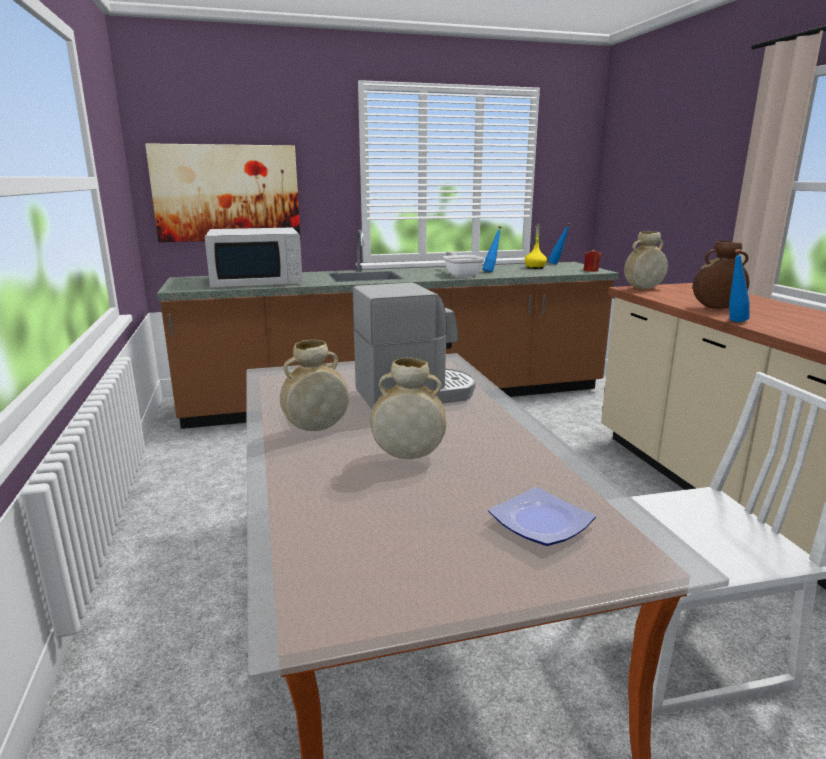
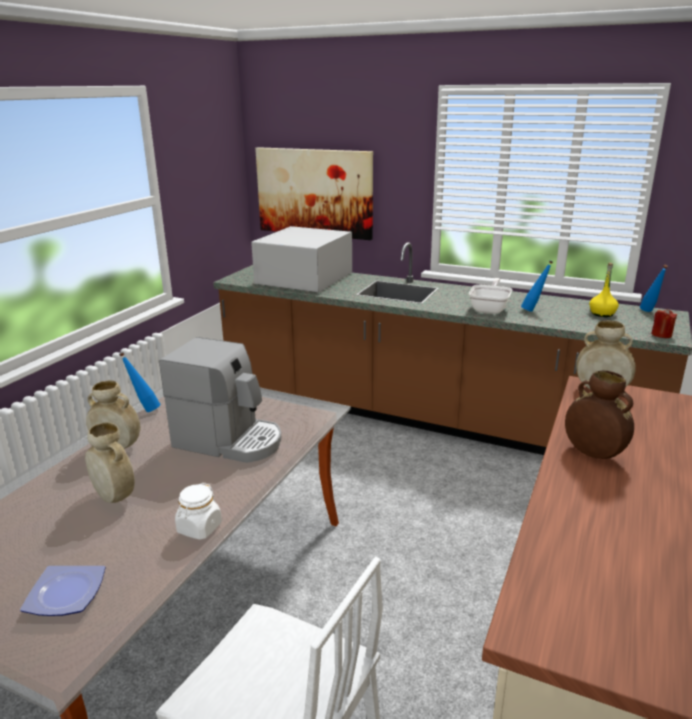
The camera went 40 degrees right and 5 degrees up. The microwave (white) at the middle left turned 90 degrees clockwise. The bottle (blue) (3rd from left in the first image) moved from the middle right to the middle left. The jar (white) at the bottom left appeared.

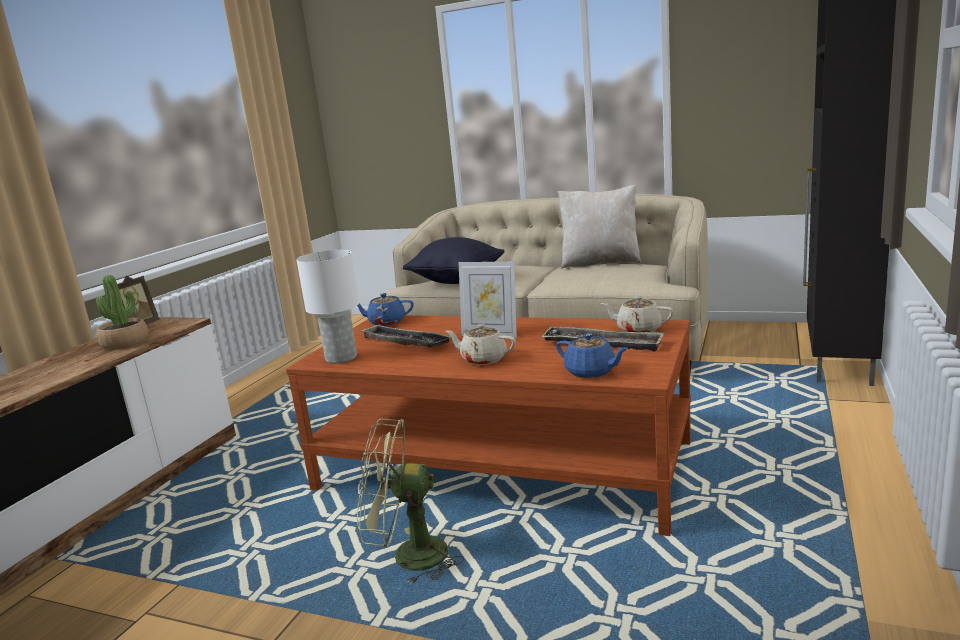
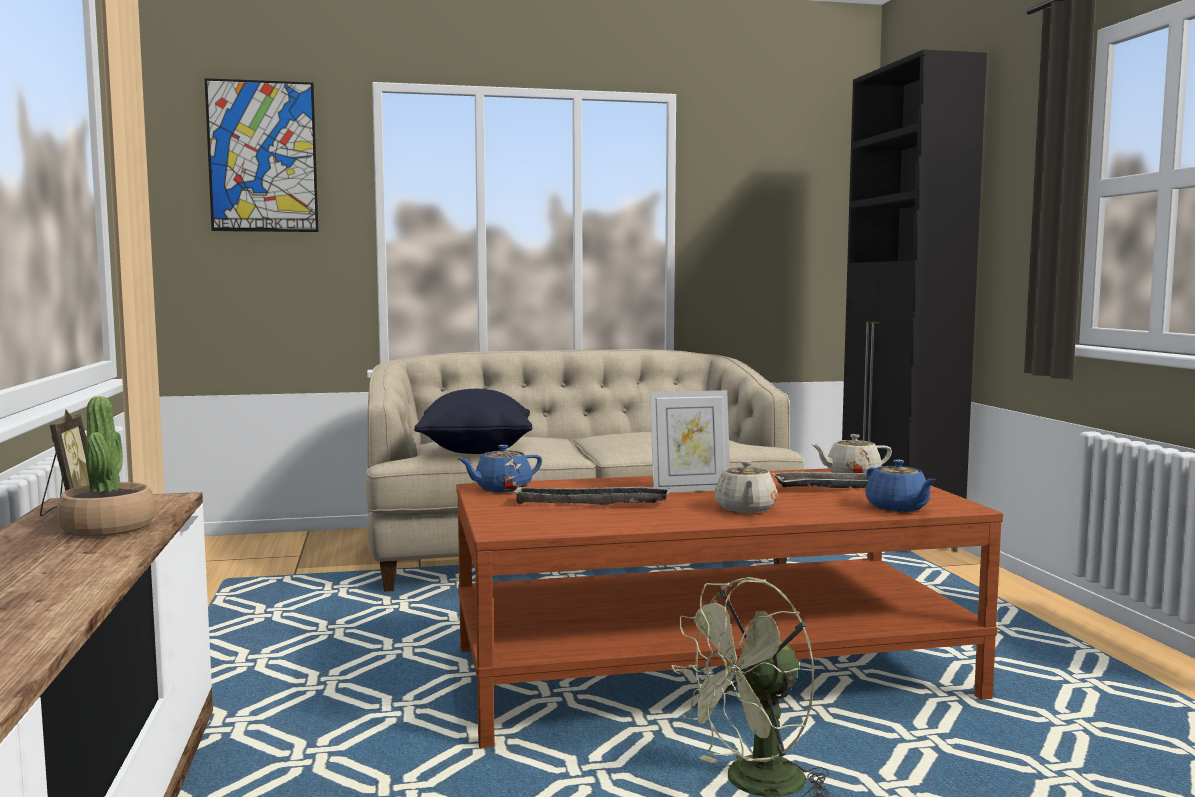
The camera went 35 degrees left and 10 degrees down. The pillow (beige) at the centre disappeared. The table lamp (white) at the centre disappeared. The teapot (beige) (1st from left) at the centre turned 75 degrees counterclockwise. The teapot (blue) (2nd from left) at the centre turned 60 degrees clockwise. The picture at the top left appeared.

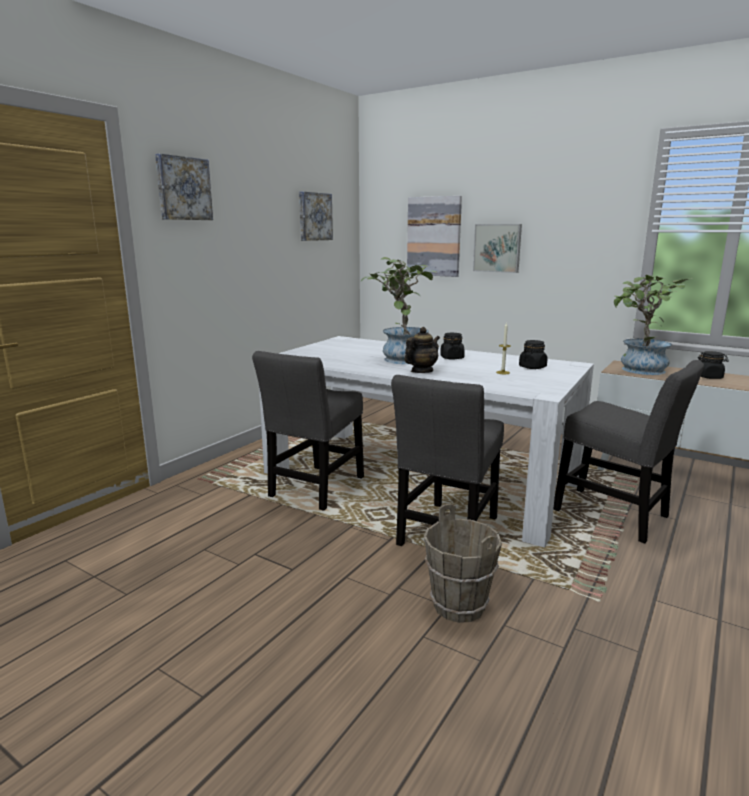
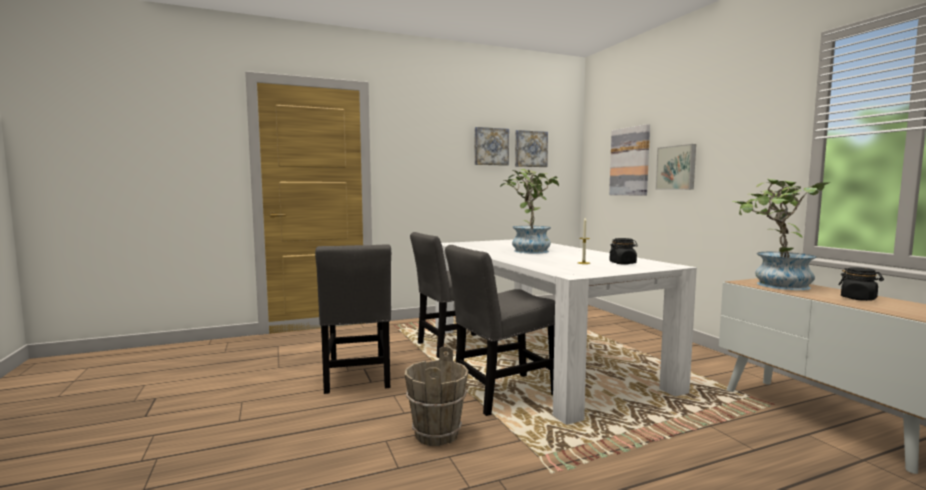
The camera went 35 degrees right and 10 degrees down. The picture (1st from left) moved from the top left to the top centre. The teapot at the centre disappeared. The jar (black) (1st from left) at the centre disappeared. The chair (grey) (3rd from left in the first image) moved from the middle right to the centre.

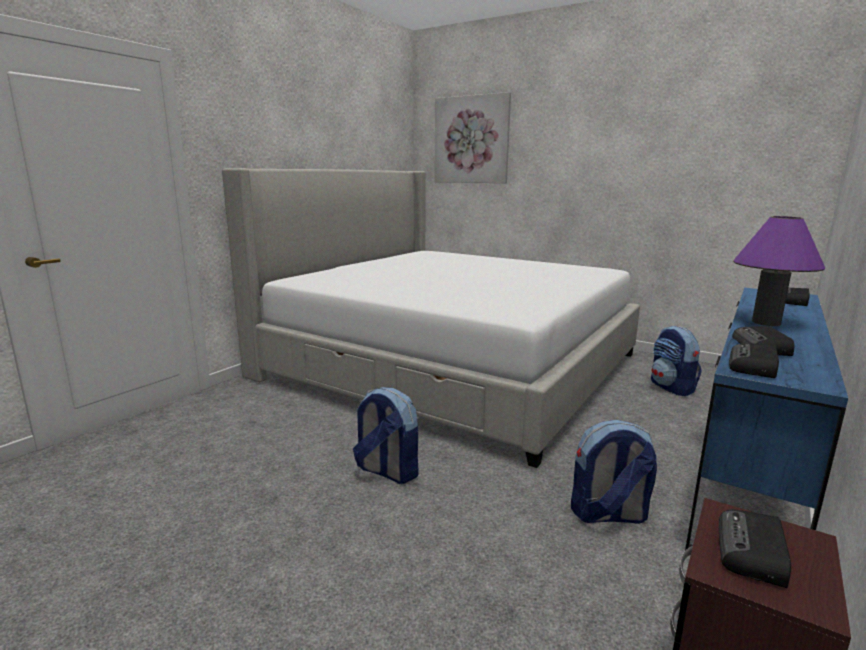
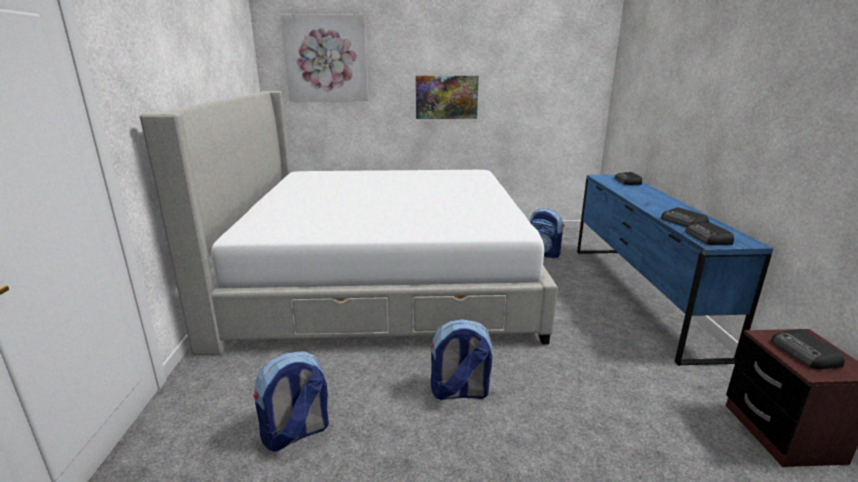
The camera went 35 degrees left and 5 degrees up. The table lamp (purple) at the middle right disappeared. The backpack (2nd from left in the first image) moved from the bottom right to the bottom centre. The picture (2nd from left) at the top centre appeared.

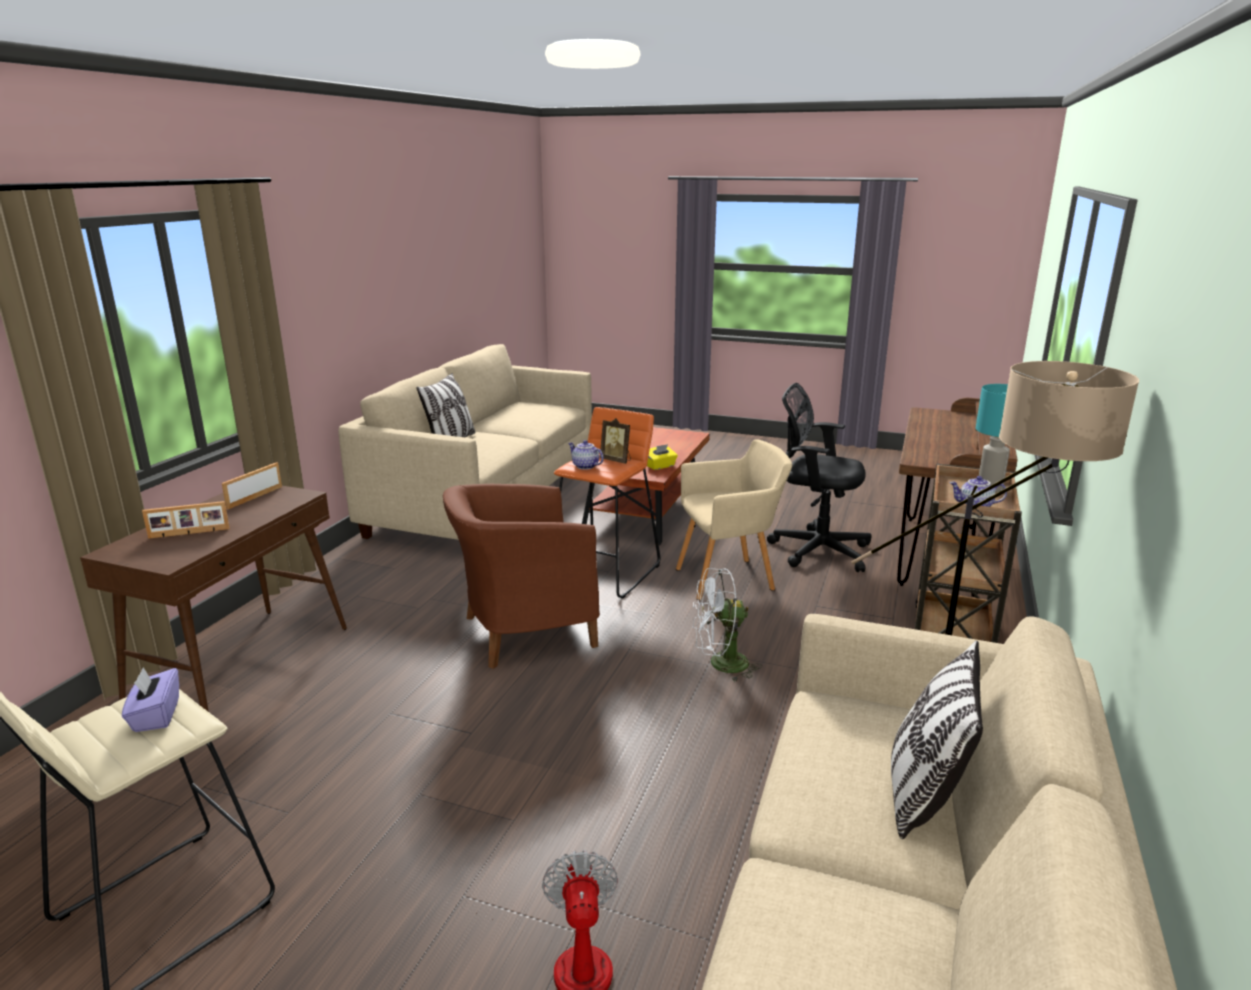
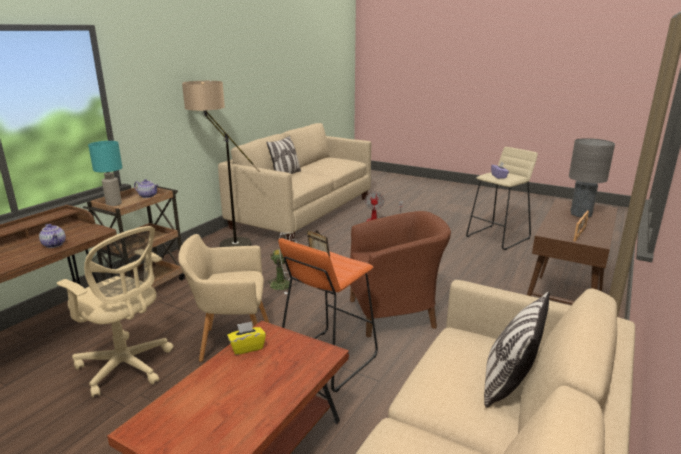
The camera went 170 degrees left and 0 degrees up. The office chair (black) at the centre became the office chair (beige) at the bottom left. The teapot (1st from left) moved from the centre to the middle left. The picture frame (1st from left) at the middle left was replaced by the table lamp (grey) at the middle right.

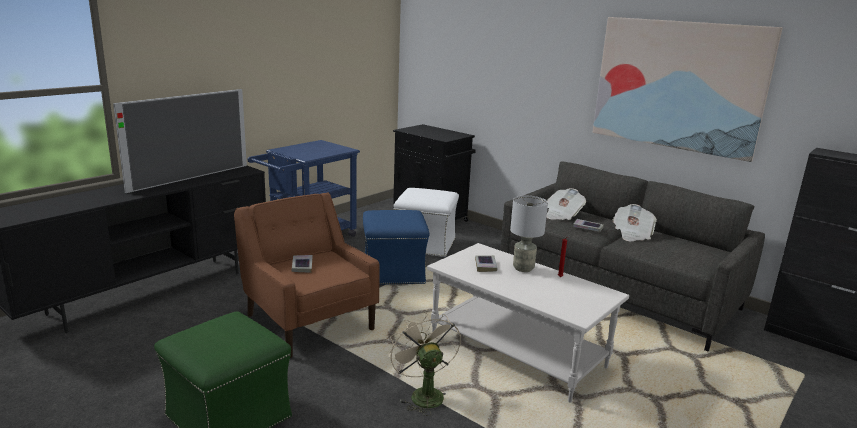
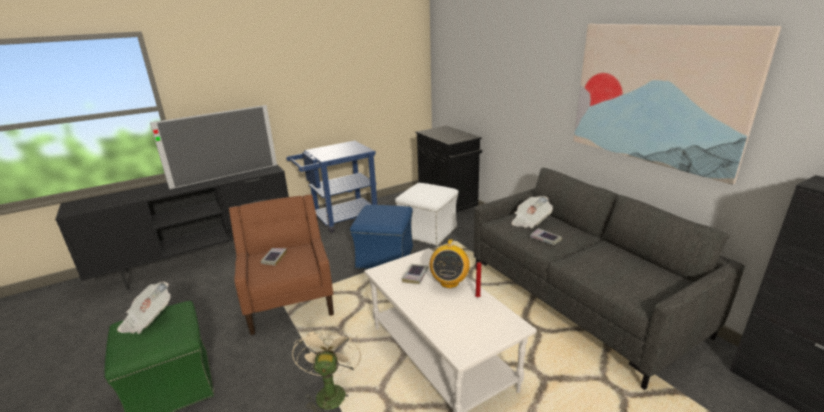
The camera went 20 degrees right and 5 degrees up. The table lamp (grey) at the centre was replaced by the radio at the centre. The newspaper (2nd from left in the first image) moved from the middle right to the bottom left.

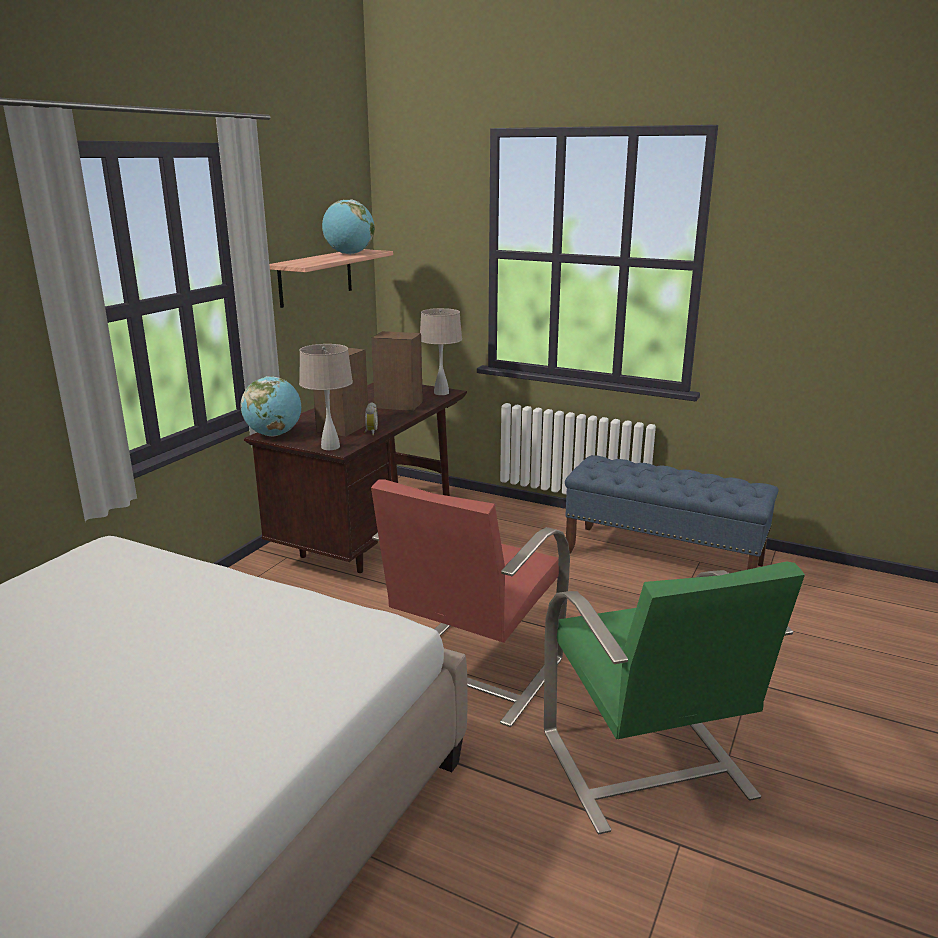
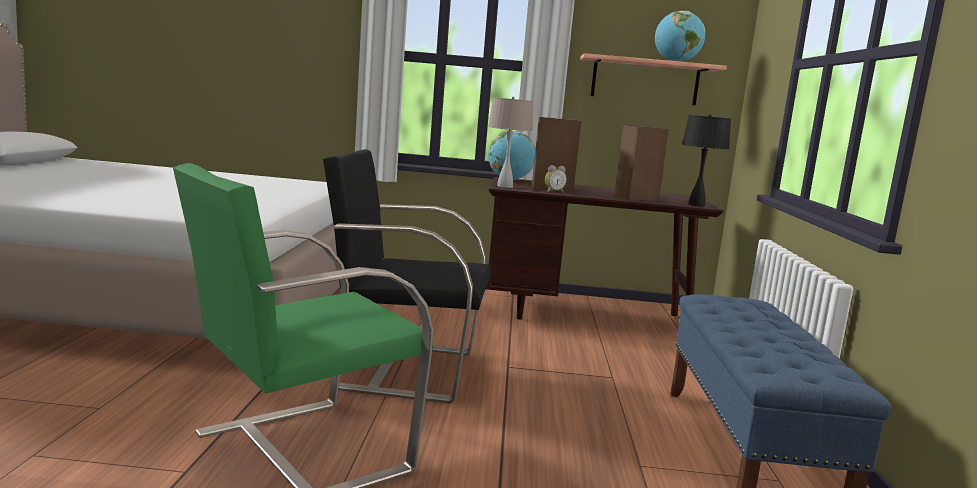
The camera went 65 degrees right and 10 degrees down. The table lamp (beige) (2nd from left) at the centre became the table lamp (black) at the top right. The armchair (red) at the centre became the armchair (black) at the centre.

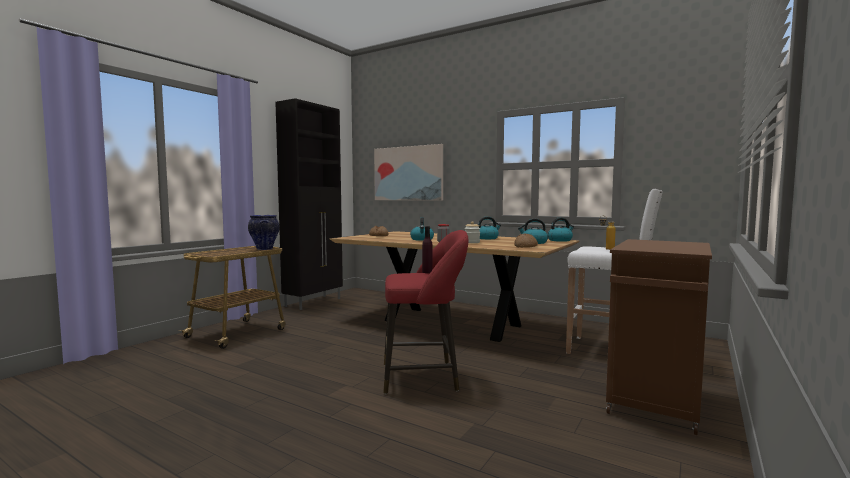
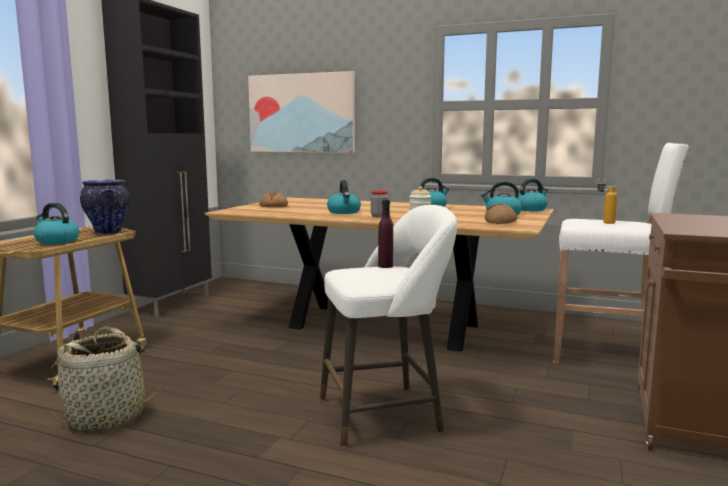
The camera went 10 degrees left and 5 degrees up. The stool (red) at the centre became the stool (white) (1st from left) at the bottom centre. The kettle (1st from left) at the middle left appeared. The basket at the bottom left appeared.

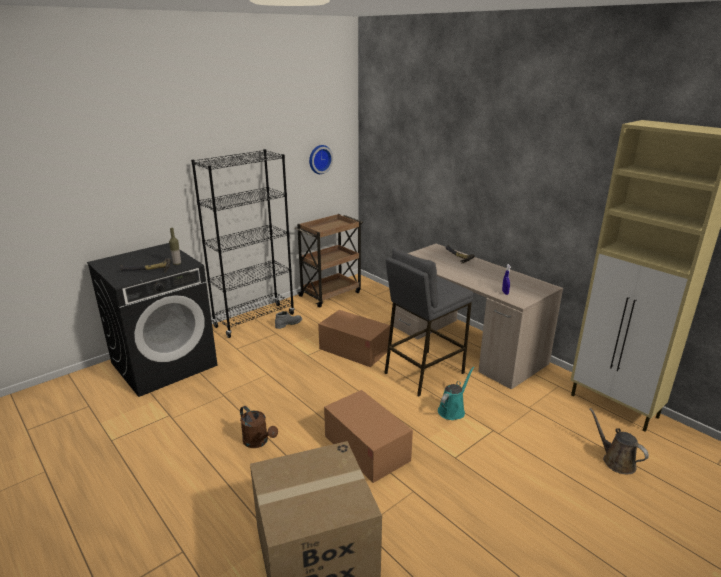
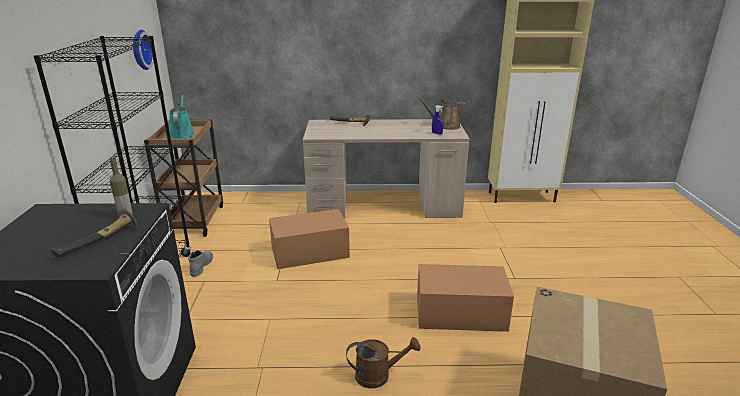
The camera went 50 degrees left and 0 degrees up. The stool (grey) at the centre disappeared. The watering can (turquoise) moved from the bottom centre to the top left. The watering can (brown) (2nd from left) moved from the bottom right to the top centre.

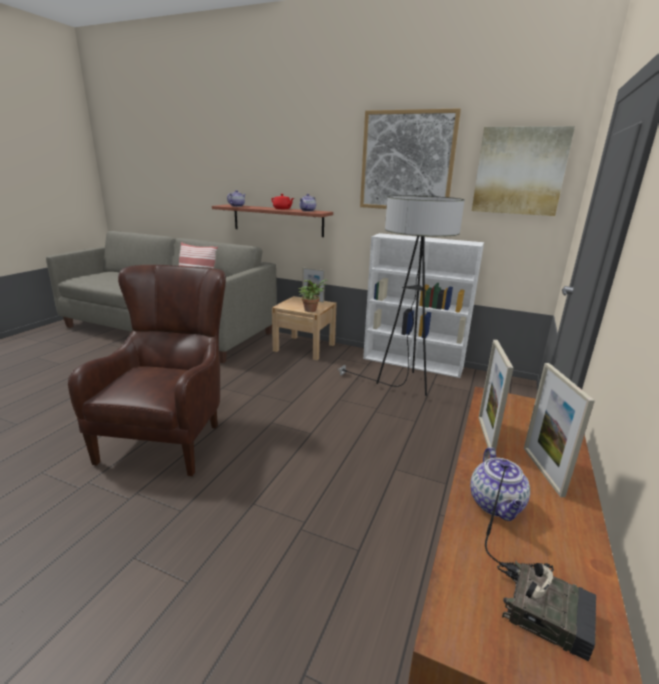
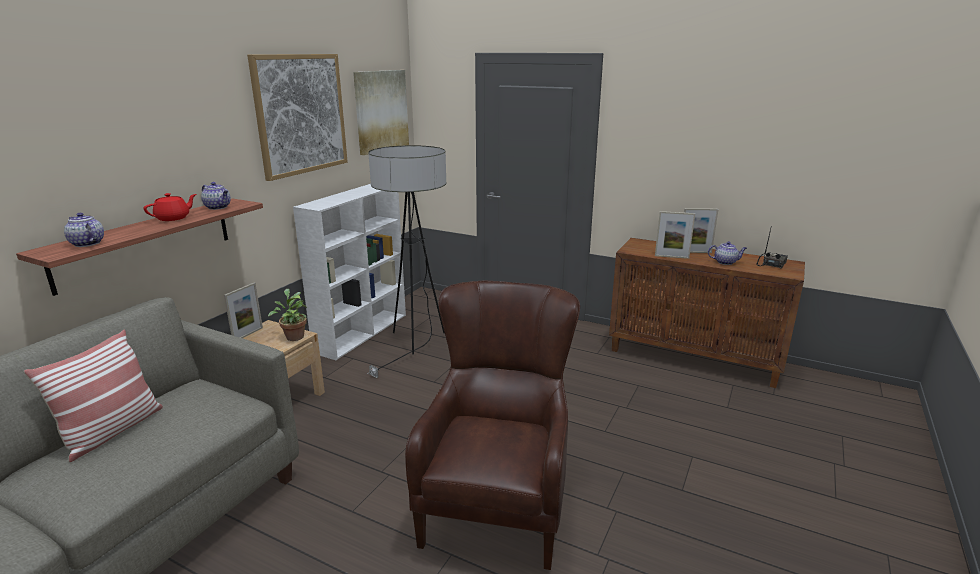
The camera went 85 degrees left and 0 degrees up. The armchair (brown) at the middle left turned 90 degrees clockwise.

